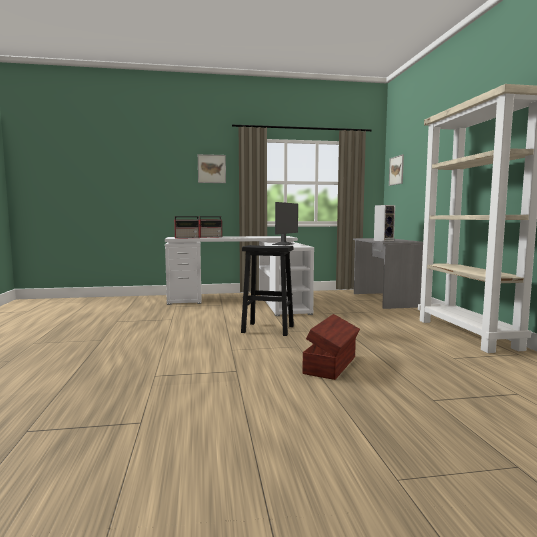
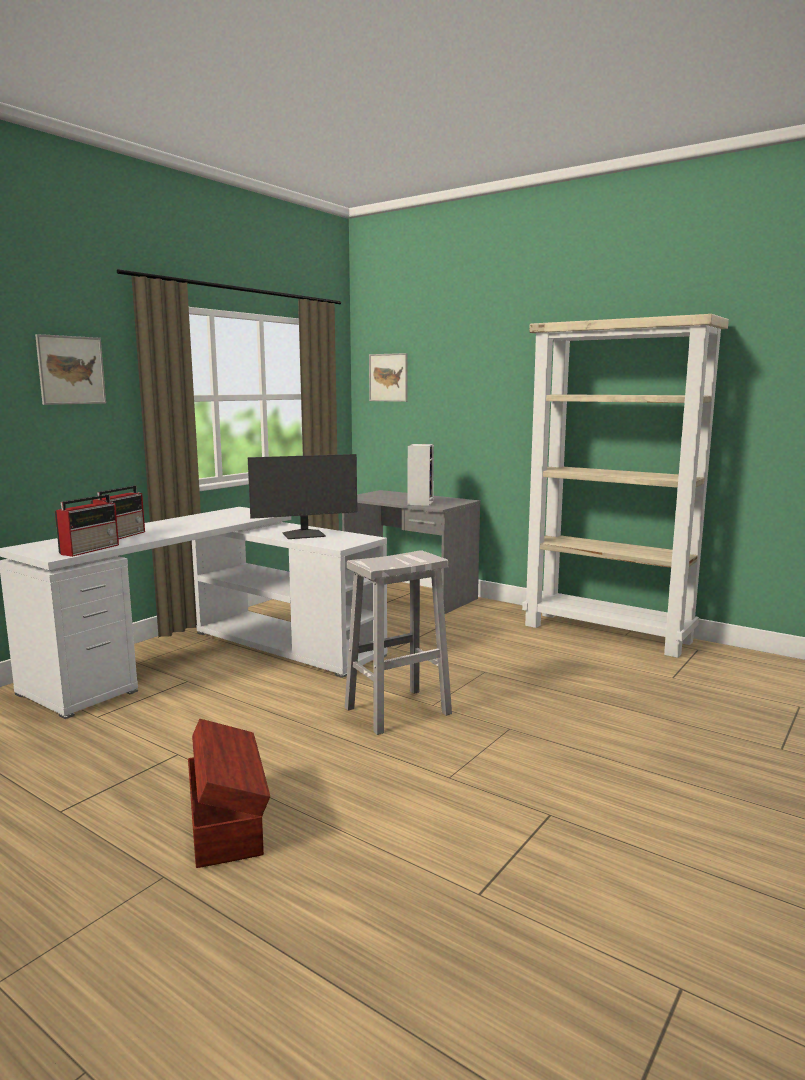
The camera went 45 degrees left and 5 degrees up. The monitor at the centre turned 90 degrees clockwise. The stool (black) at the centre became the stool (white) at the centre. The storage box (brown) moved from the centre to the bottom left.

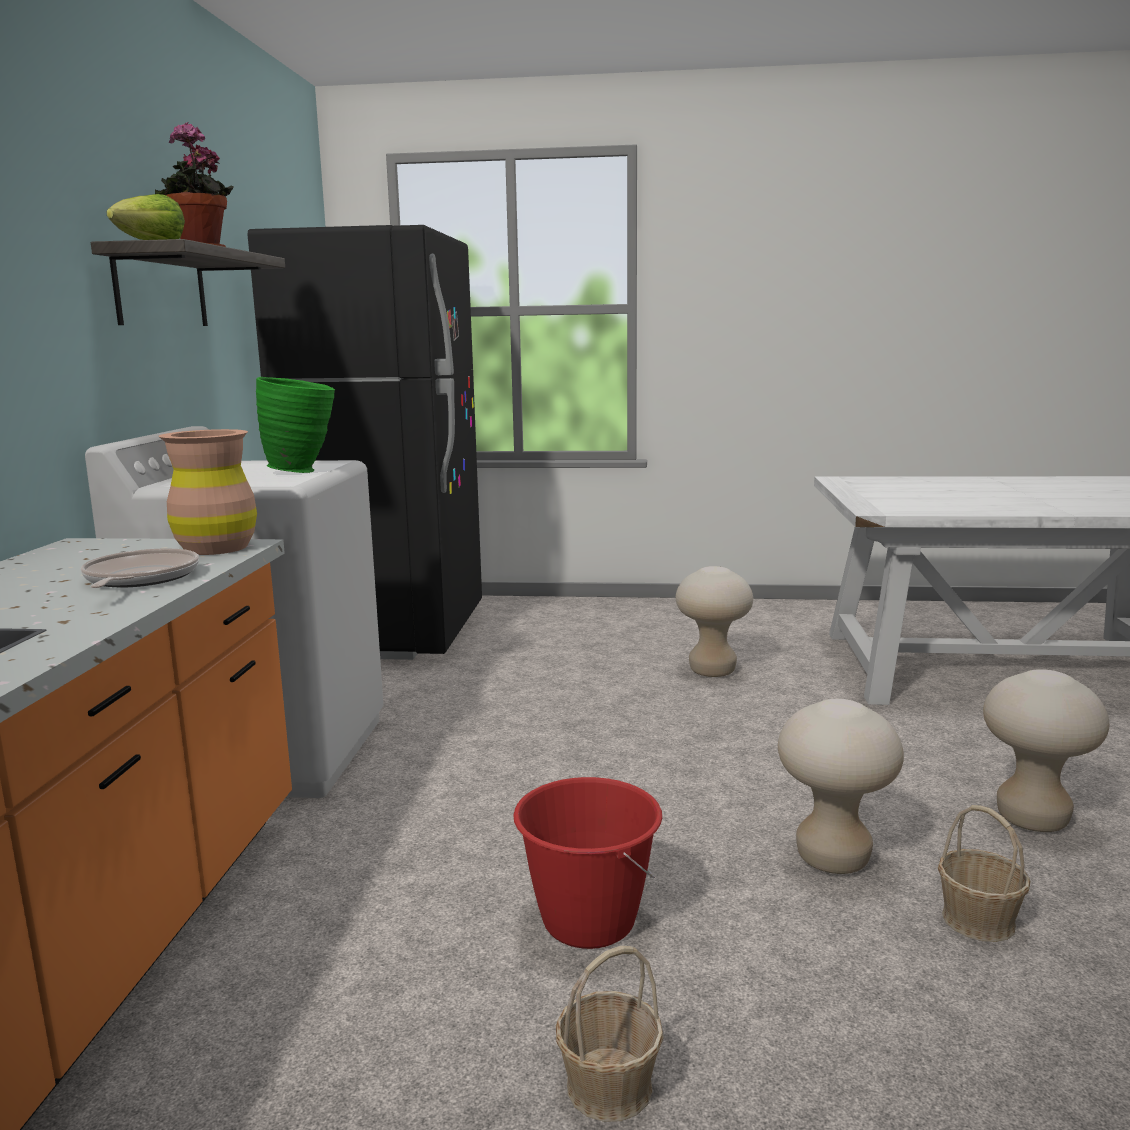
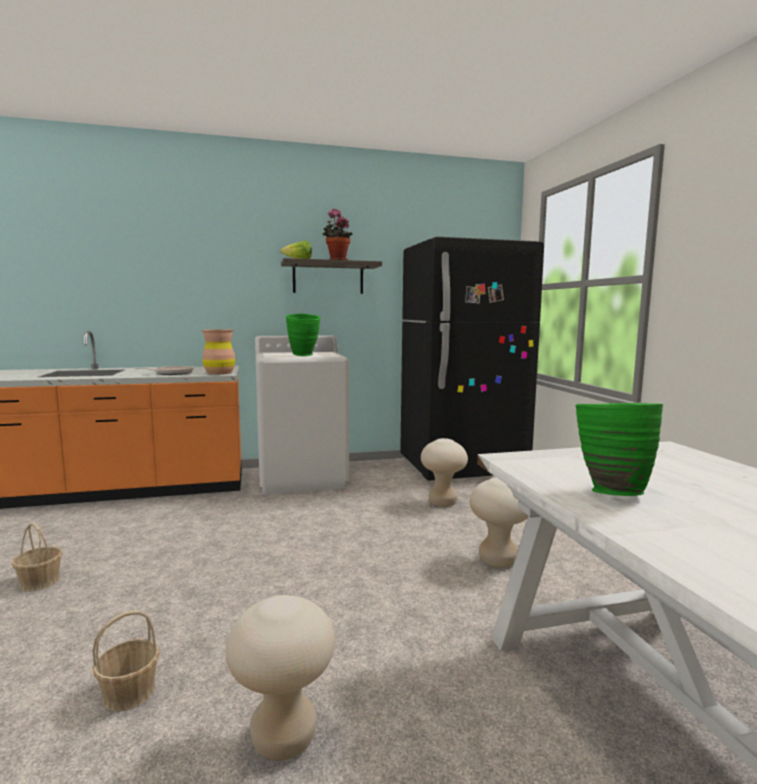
The camera went 70 degrees right and 5 degrees down. The stool (beige) (2nd from left) moved from the bottom right to the centre. The bucket (red) at the bottom centre disappeared. The vase (green) (2nd from left) at the middle right appeared.

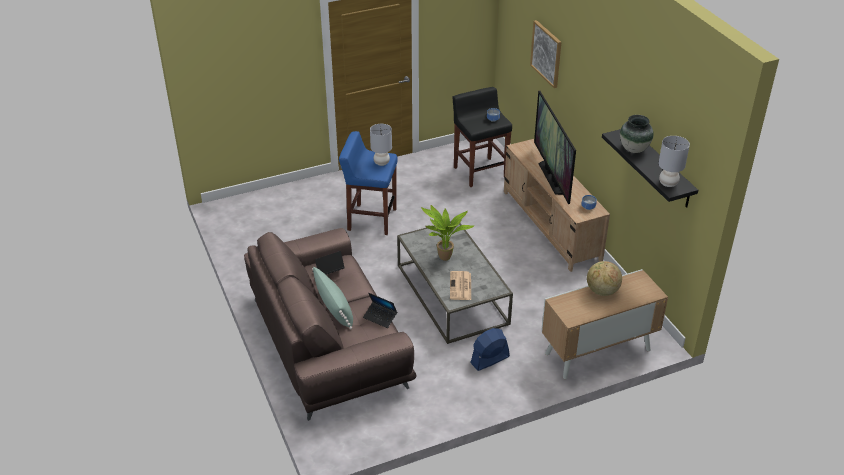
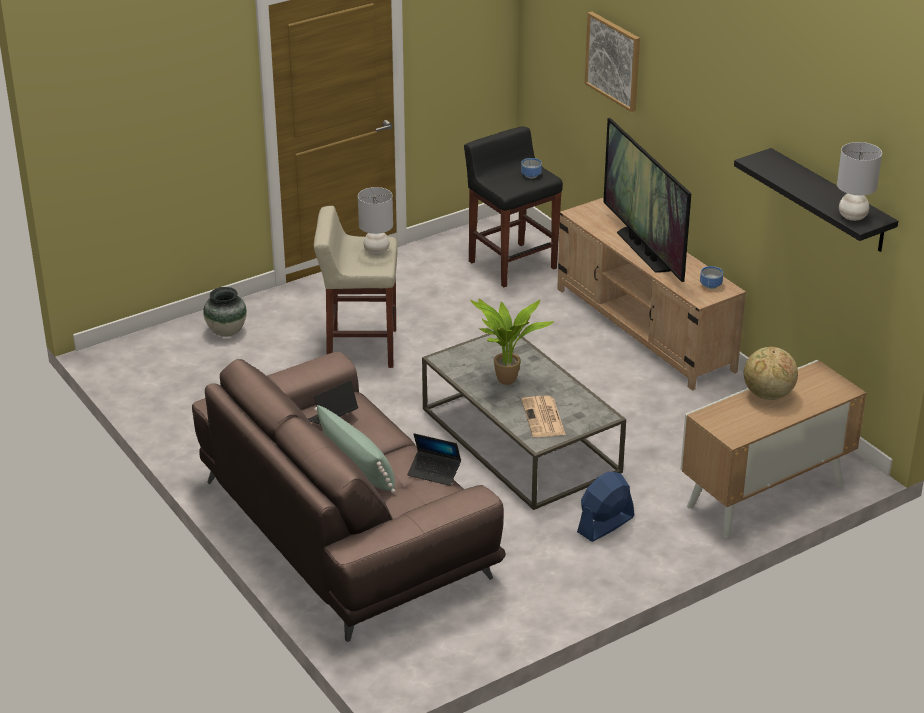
The camera went 10 degrees left and 5 degrees down. The vase moved from the top right to the middle left. The stool (blue) at the centre became the stool (beige) at the centre.

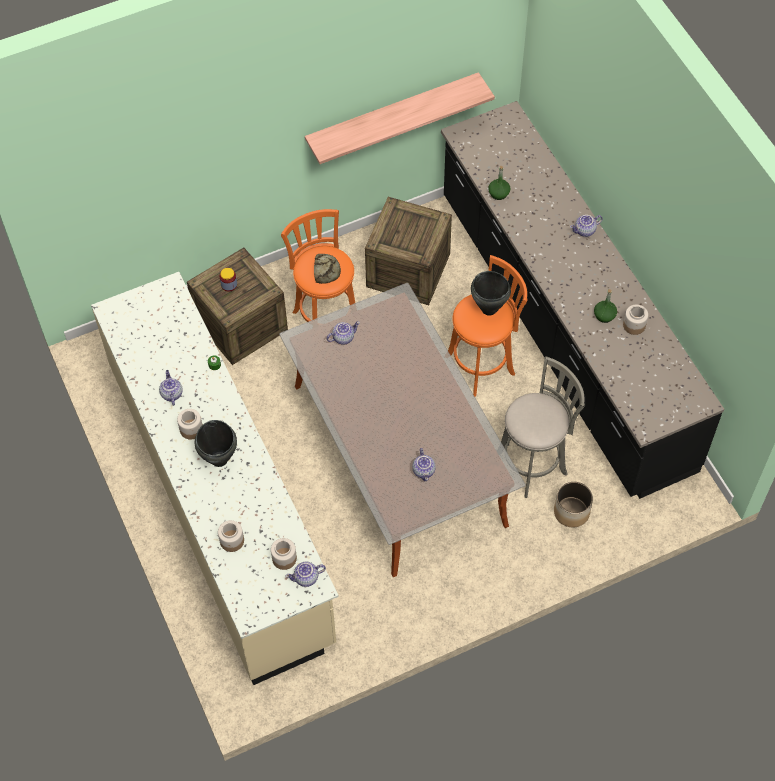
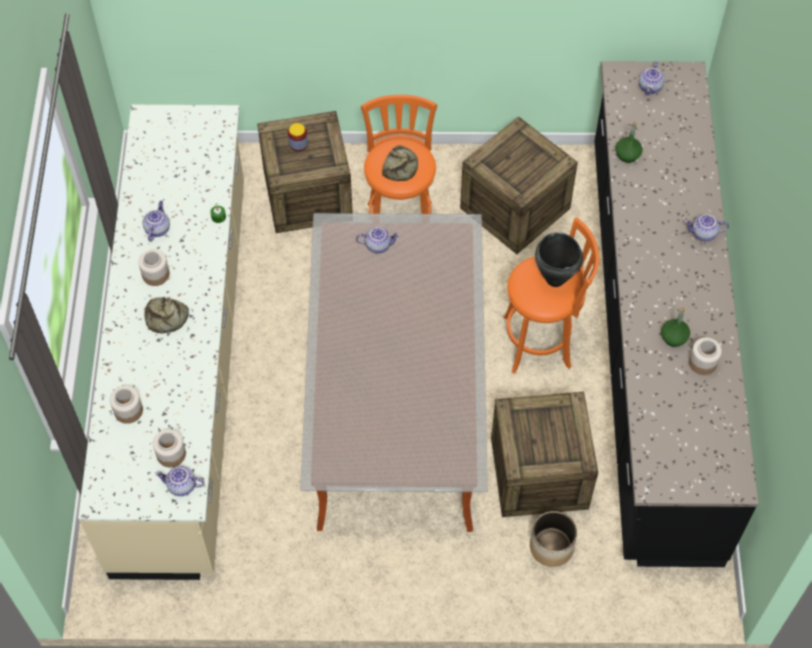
The camera went 25 degrees right and 0 degrees up. The shelf at the top centre disappeared. The stool (grey) at the middle right was replaced by the crate (3rd from left) at the bottom right. The cooking pot (black) (1st from left) at the middle left was replaced by the bread (1st from left) at the middle left. The teapot (4th from left) moved from the centre to the top right.

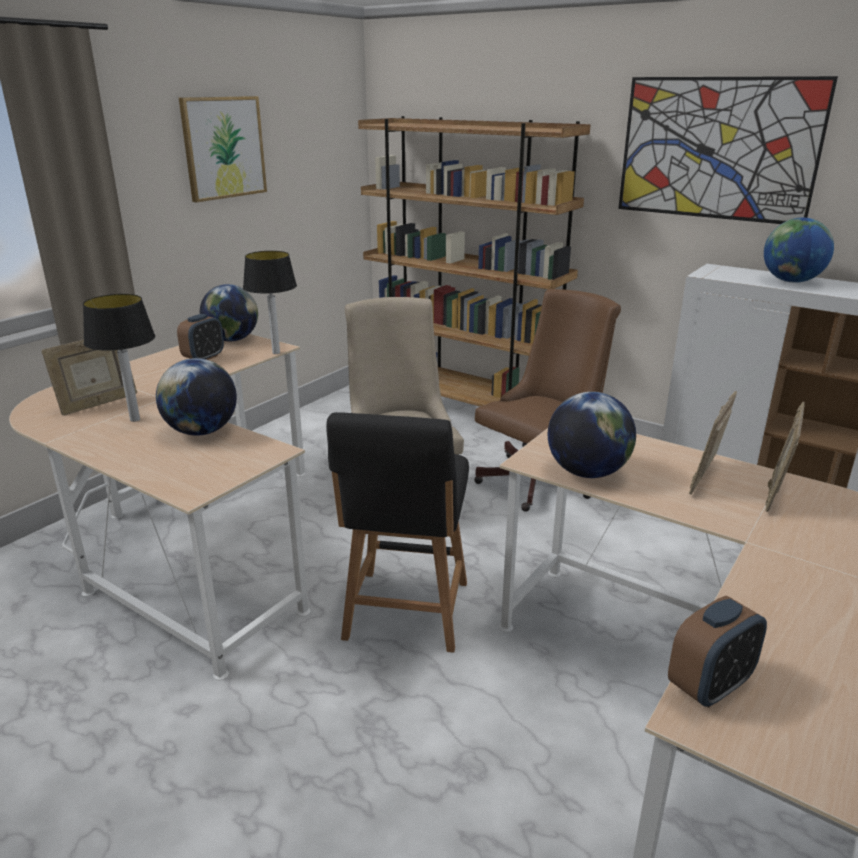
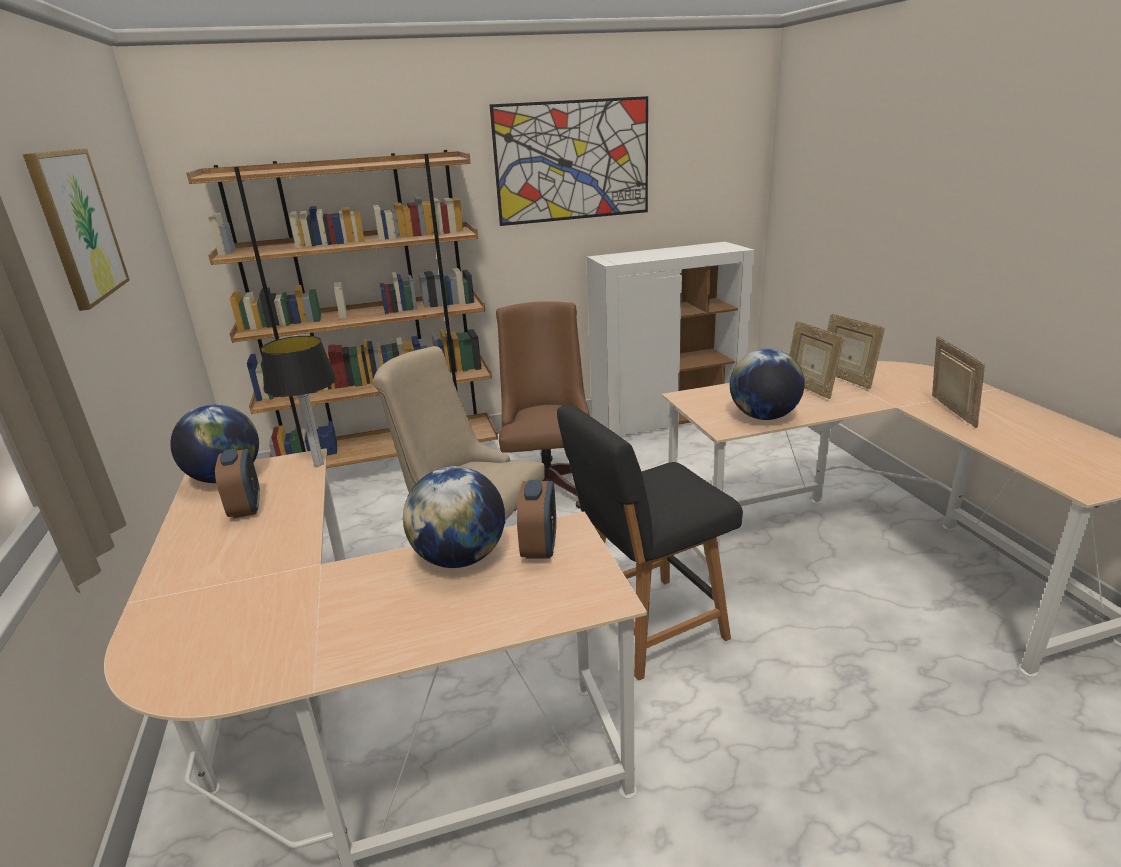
The camera went 50 degrees left and 0 degrees up. The globe (4th from left) at the top right disappeared. The table lamp (1st from left) at the middle left disappeared. The picture frame (1st from left in the first image) moved from the middle left to the middle right. The chair (black) at the centre turned 105 degrees clockwise. The alarm clock (2nd from left) moved from the bottom right to the centre.

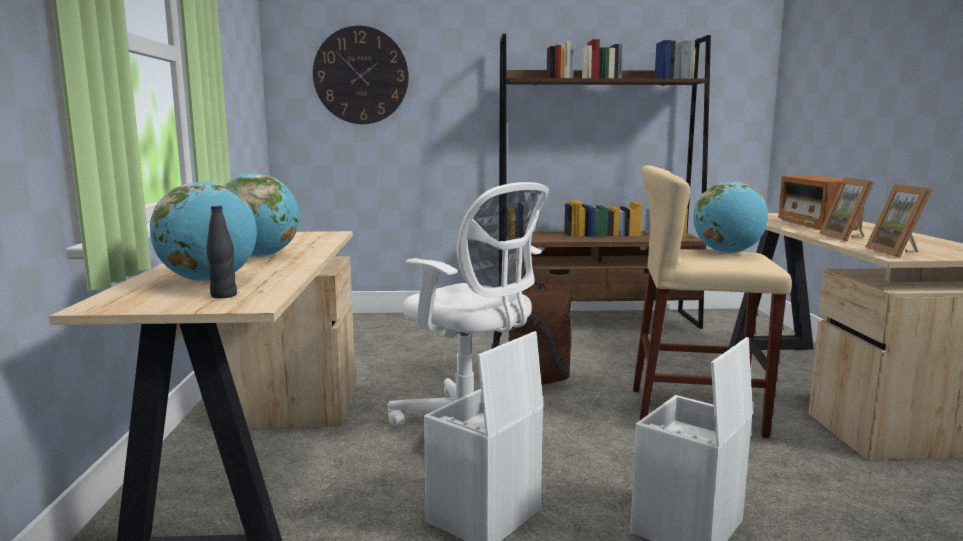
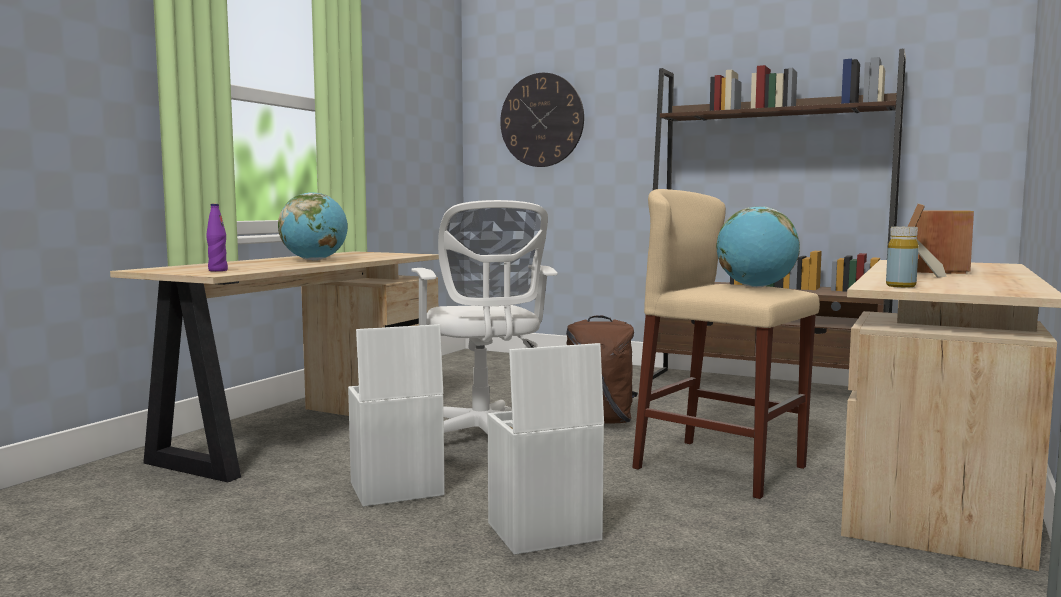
The camera went 30 degrees right and 5 degrees down. The globe (1st from left) at the middle left disappeared. The picture frame (2nd from left) at the middle right was replaced by the bottle (yellow) at the middle right. The bottle (black) at the middle left became the bottle (purple) at the middle left.

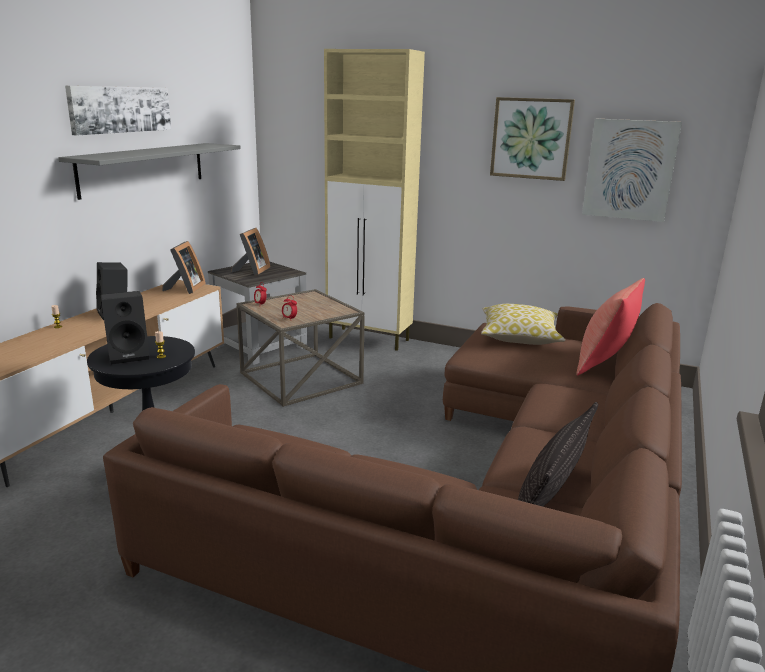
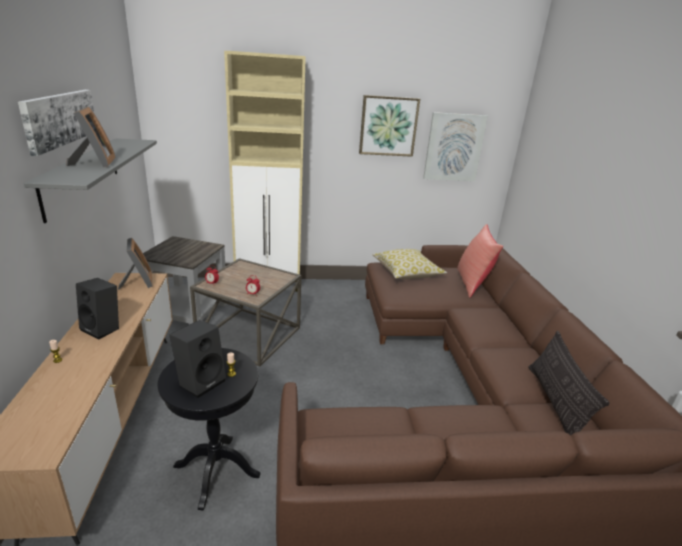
The camera went 30 degrees left and 5 degrees up. The picture frame (2nd from left in the first image) moved from the middle left to the top left.

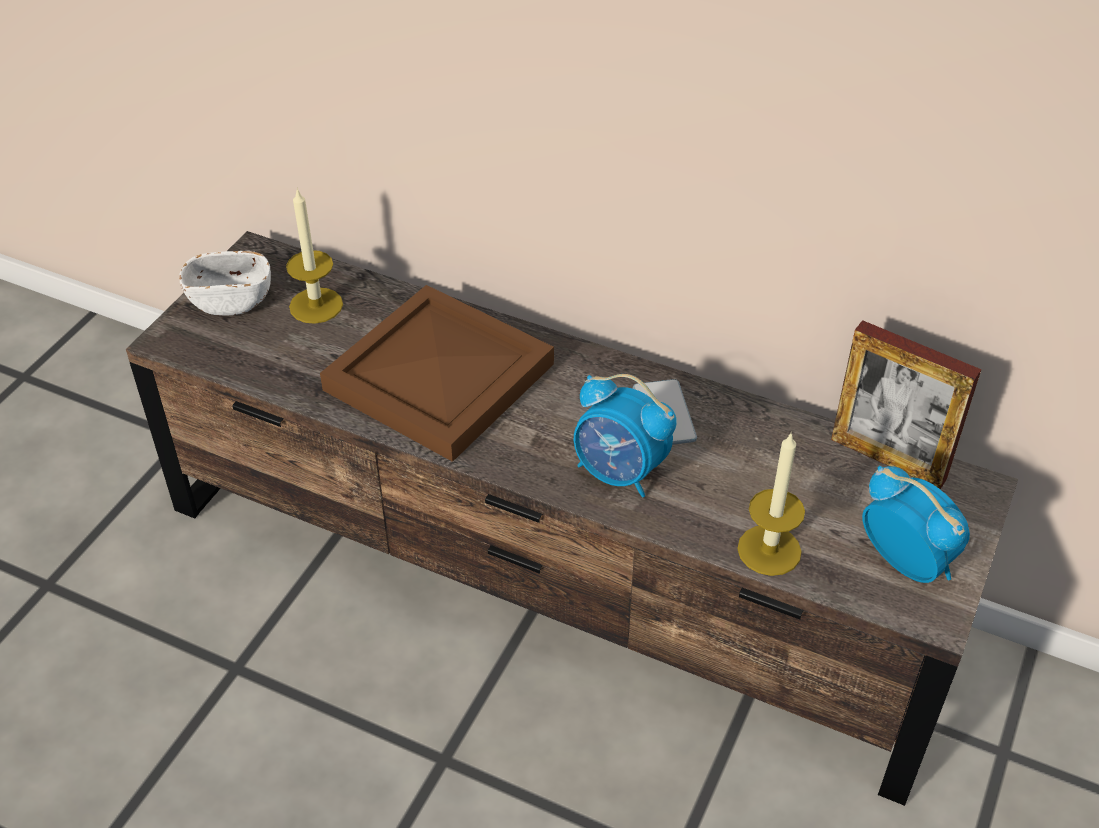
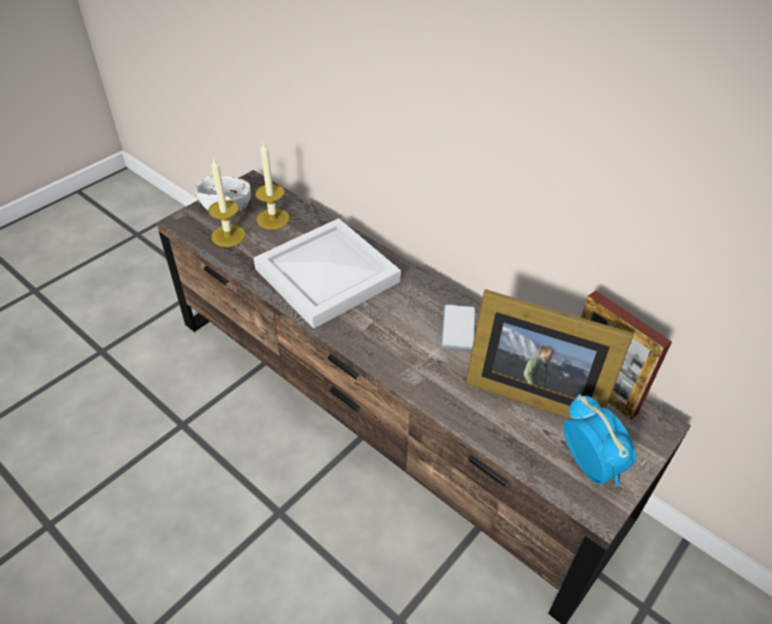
The camera went 15 degrees right and 0 degrees up. The tray (brown) at the centre became the tray (white) at the centre. The alarm clock (1st from left) at the centre disappeared. The candle (2nd from left in the first image) moved from the middle right to the top left. The picture frame (1st from left) at the middle right appeared.

